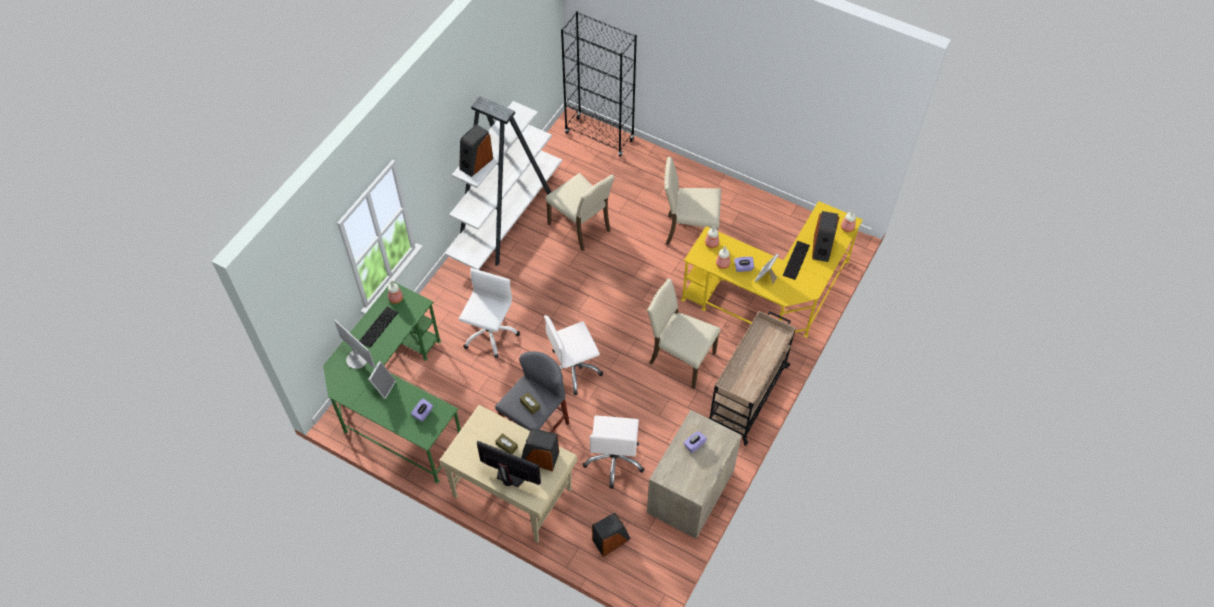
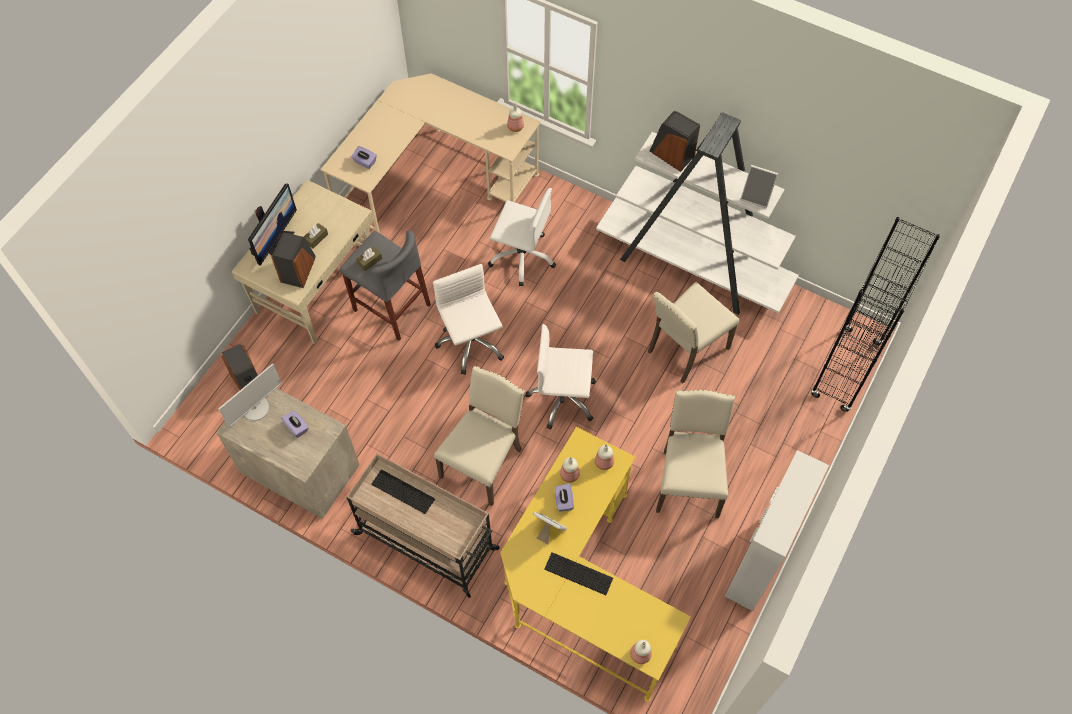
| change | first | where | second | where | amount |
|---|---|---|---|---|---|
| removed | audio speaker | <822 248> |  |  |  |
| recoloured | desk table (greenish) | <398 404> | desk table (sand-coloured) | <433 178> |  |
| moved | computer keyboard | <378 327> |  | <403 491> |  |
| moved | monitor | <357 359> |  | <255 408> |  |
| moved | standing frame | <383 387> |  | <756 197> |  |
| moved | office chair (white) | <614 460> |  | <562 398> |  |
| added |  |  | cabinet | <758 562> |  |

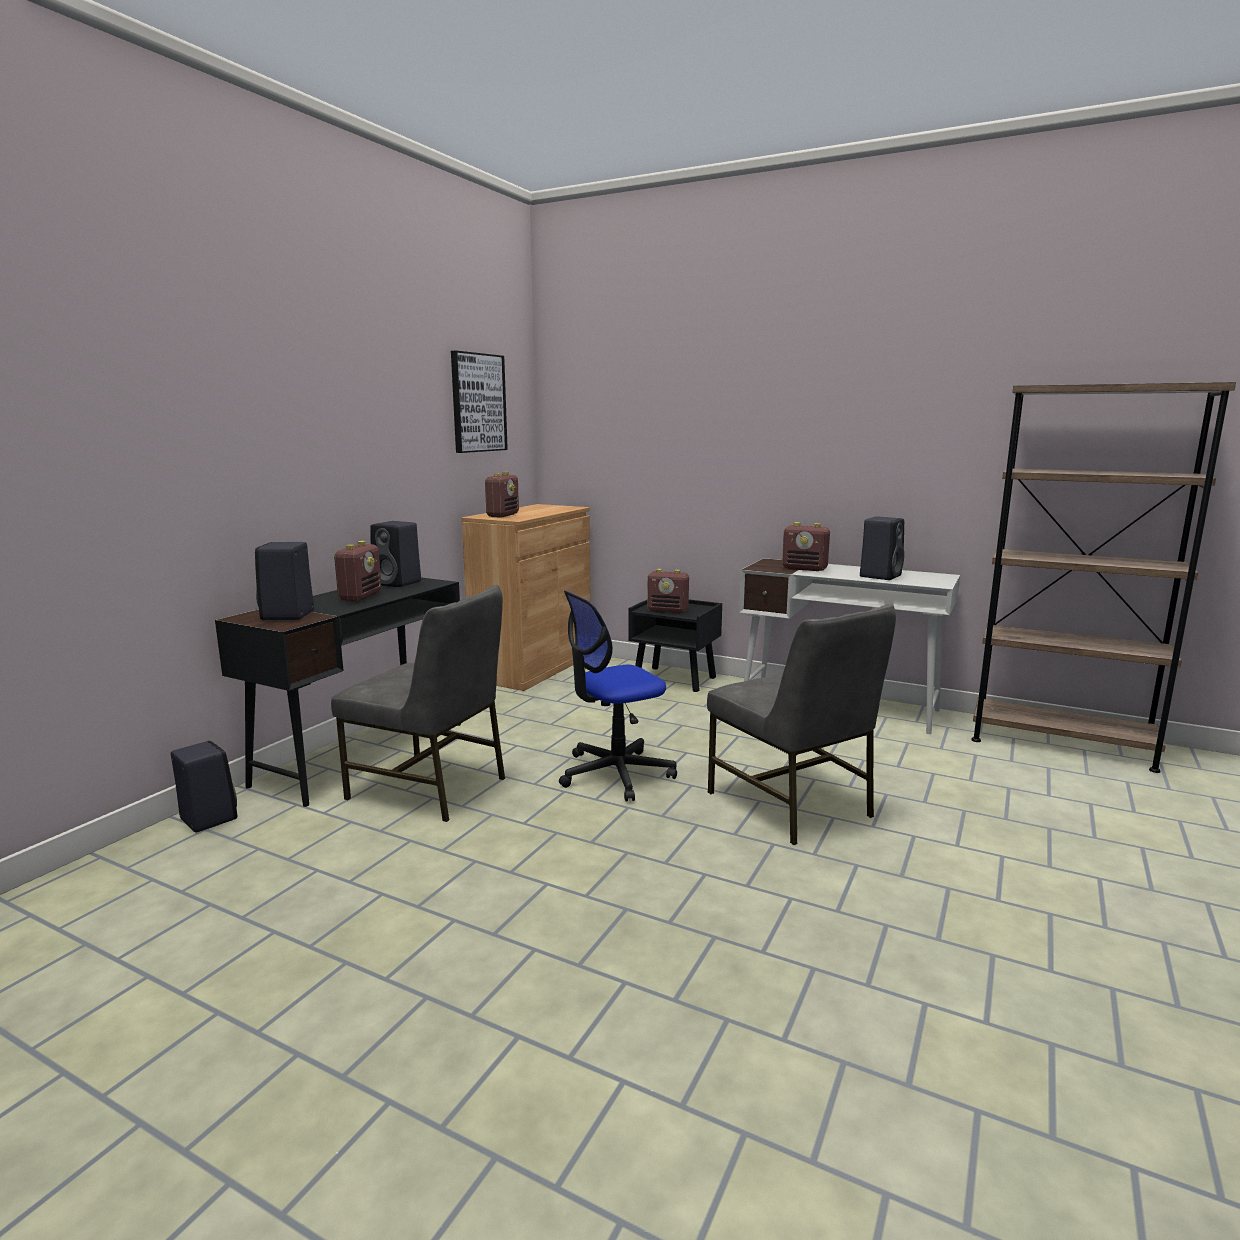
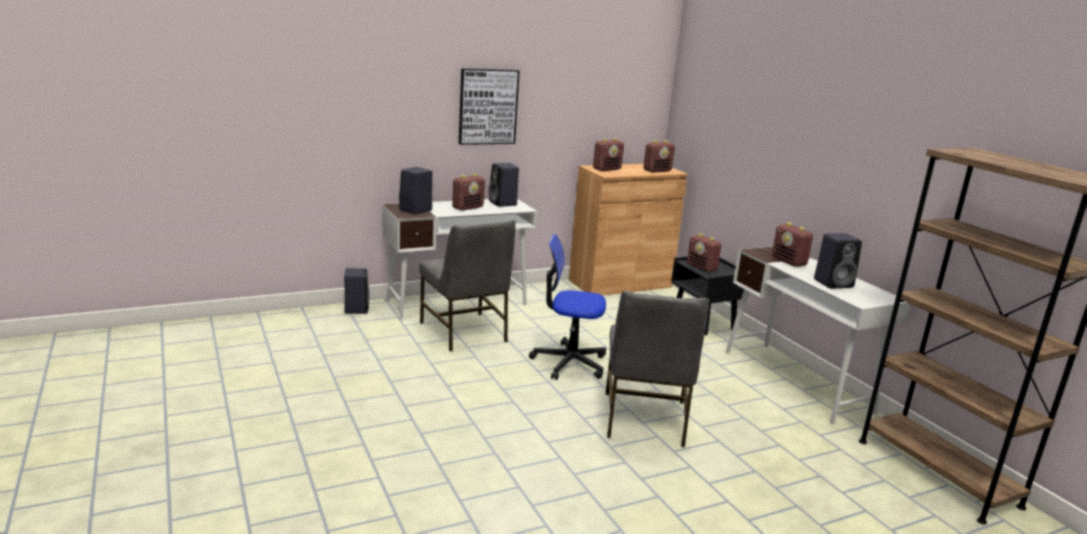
| change | first | where | second | where | amount |
|---|---|---|---|---|---|
| moved | picture | <478 403> |  | <488 106> |  |
| recoloured | desk table (black-coloured) | <363 752> | desk table (white) | <458 302> |  |
| added |  |  | radio receiver | <657 171> |  |

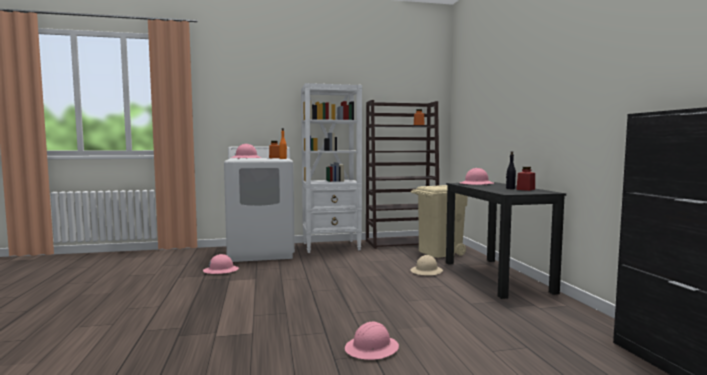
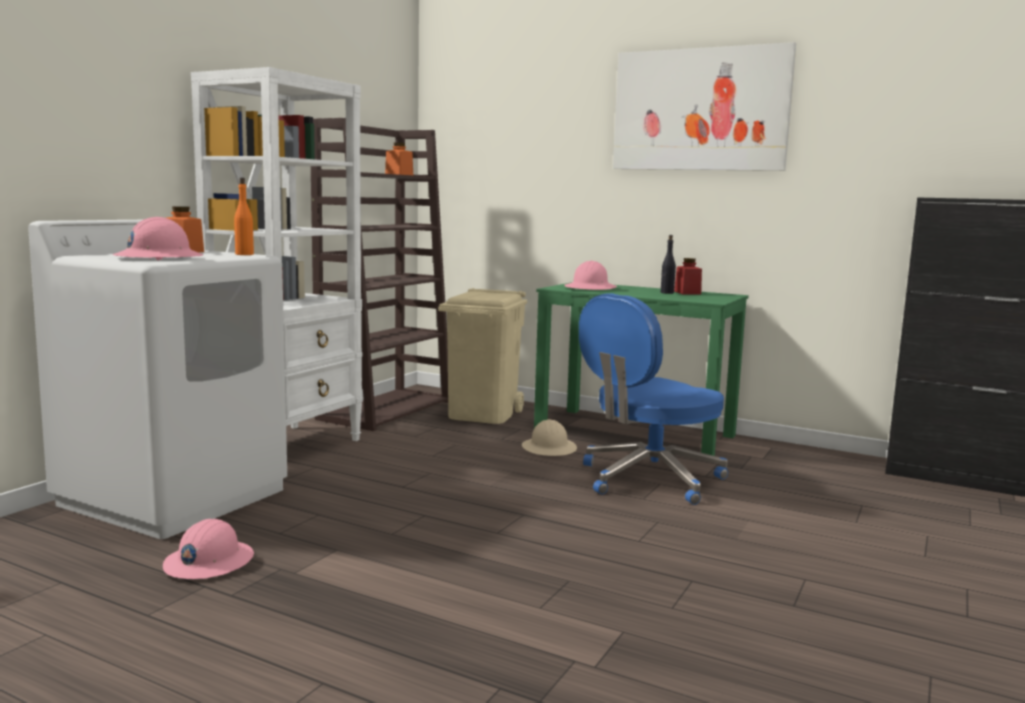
| change | first | where | second | where | amount |
|---|---|---|---|---|---|
| recoloured | desk table (black-coloured) | <496 276> | desk table (greenish) | <635 432> |  |
| removed | hard hat (pinkish) | <372 349> |  |  |  |
| added |  |  | picture | <700 110> |  |
| added |  |  | office chair (blue) | <648 479> |  |

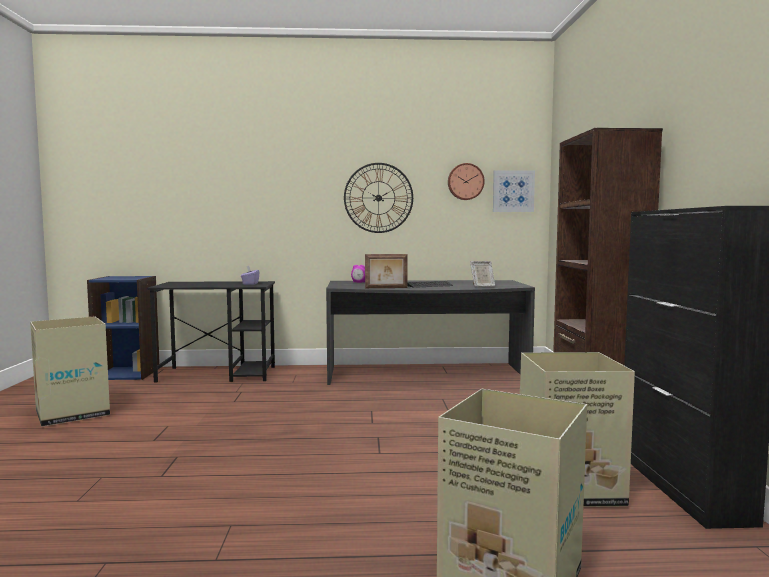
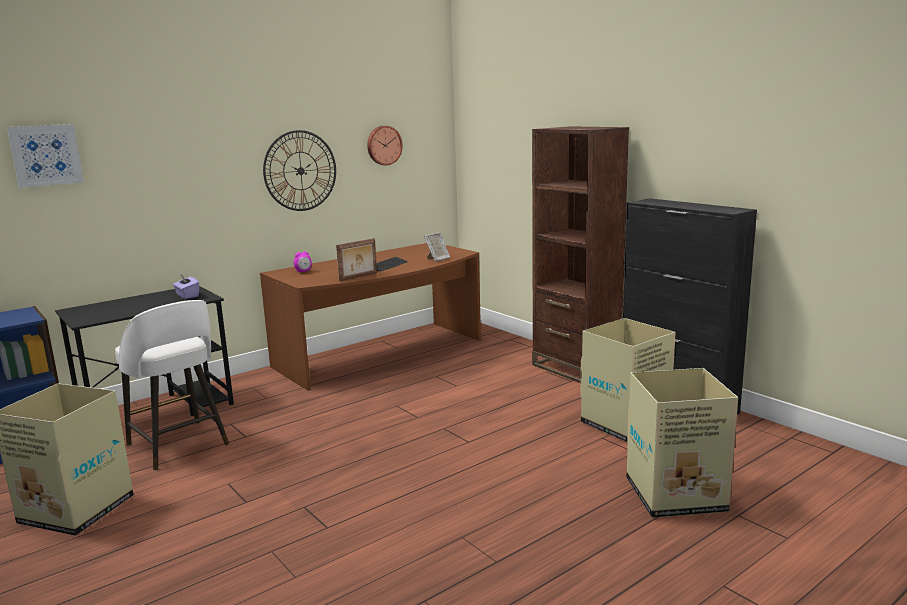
| change | first | where | second | where | amount |
|---|---|---|---|---|---|
| moved | picture | <513 191> |  | <46 155> |  |
| recoloured | desk table (greyish) | <426 375> | desk table (brownish) | <383 354> |  |
| added |  |  | sitting stool (white) | <179 446> |  |

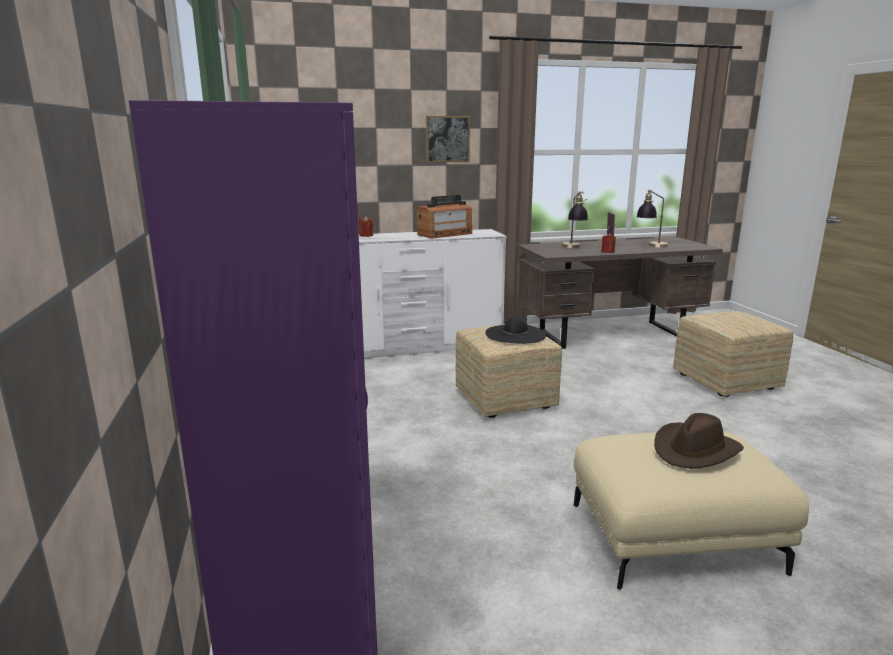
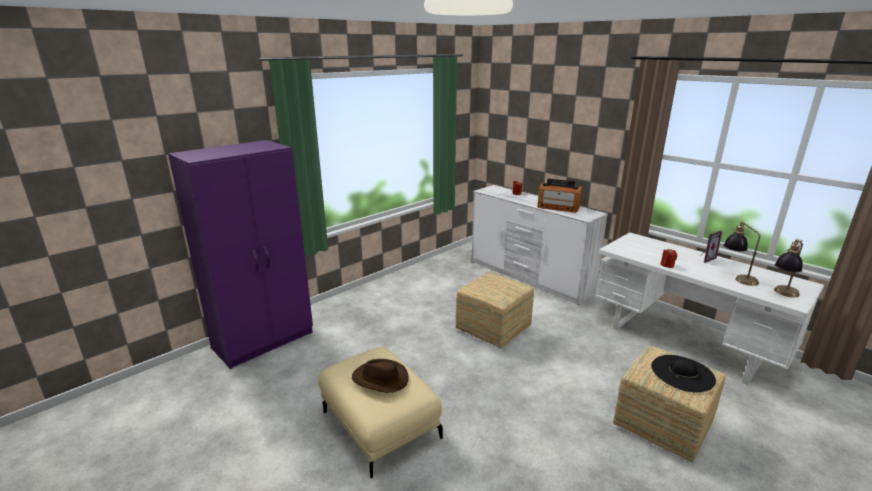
| change | first | where | second | where | amount |
|---|---|---|---|---|---|
| removed | picture | <447 139> |  |  |  |
| moved | lamp for a table | <573 248> |  | <782 295> |  |
| recoloured | desk table (brownish) | <610 334> | desk table (white) | <685 343> |  |
| moved | hat (black-coloured) | <515 334> |  | <682 373> |  |

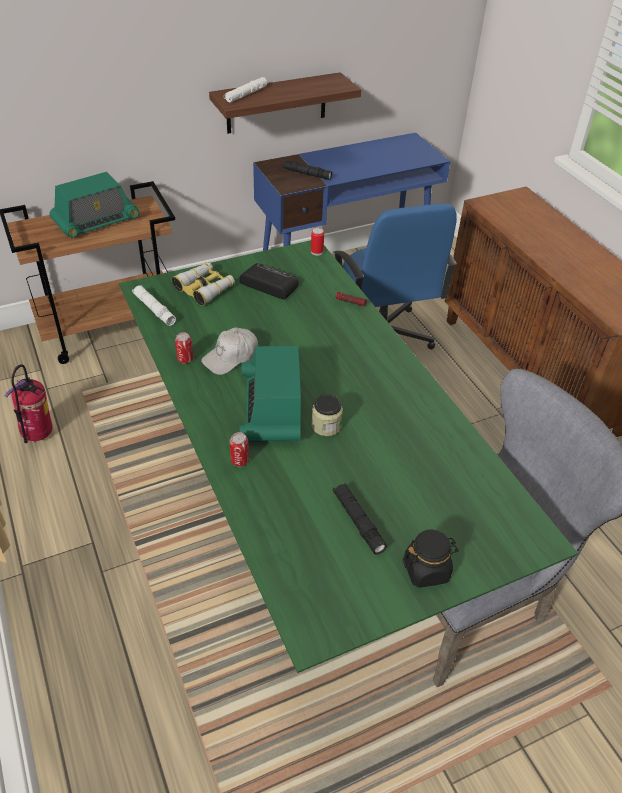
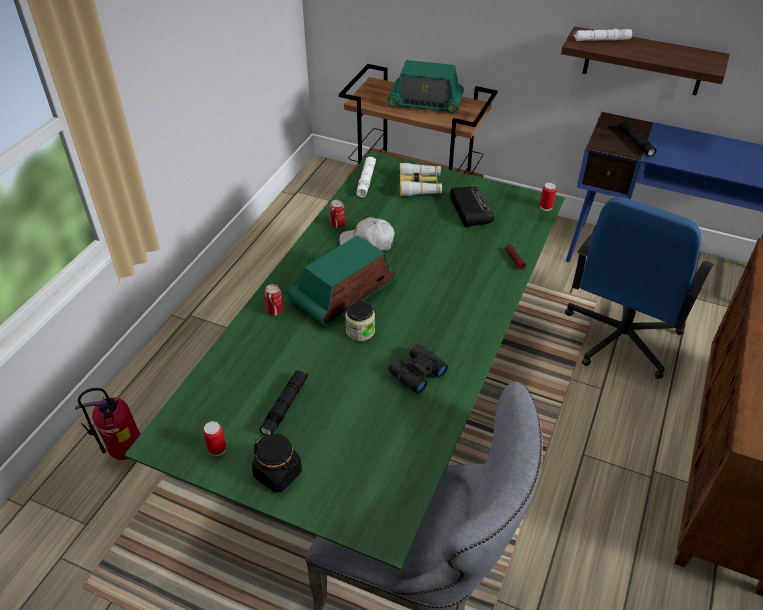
| change | first | where | second | where | amount |
|---|---|---|---|---|---|
| moved | fire extinguisher | <38 436> |  | <125 452> |  |
| added |  |  | binoculars (black-coloured) | <416 373> |  |
| added |  |  | metal can | <217 449> |  |

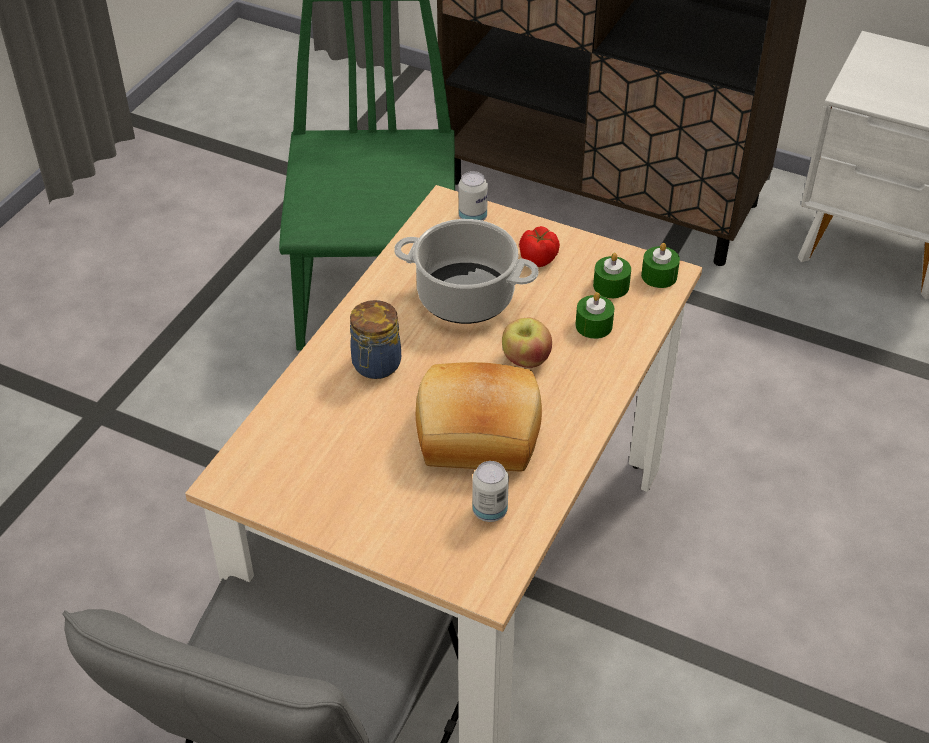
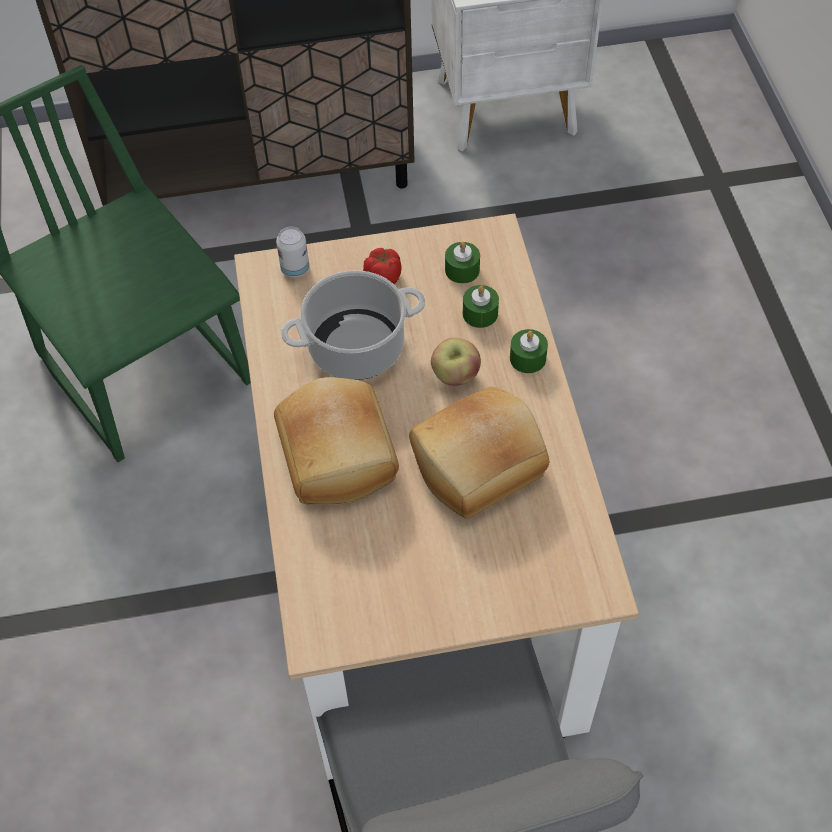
| change | first | where | second | where | amount |
|---|---|---|---|---|---|
| moved | wax candle (greenish) | <659 276> |  | <527 358> |  |
| replaced | preserve jar | <375 365> | bakery bread | <340 455> |  |
| removed | metal can | <489 511> |  |  |  |

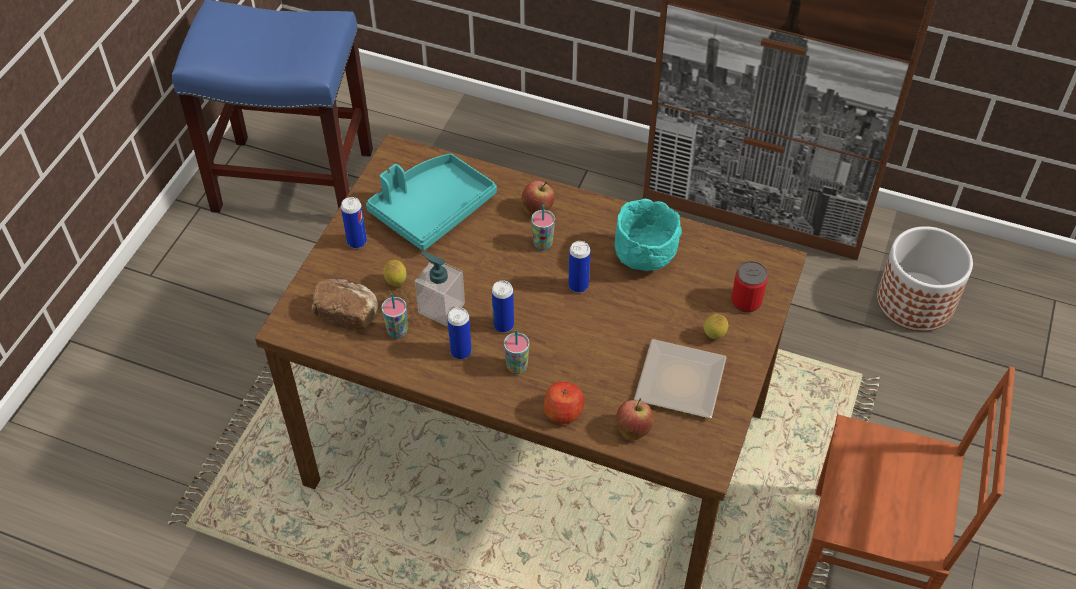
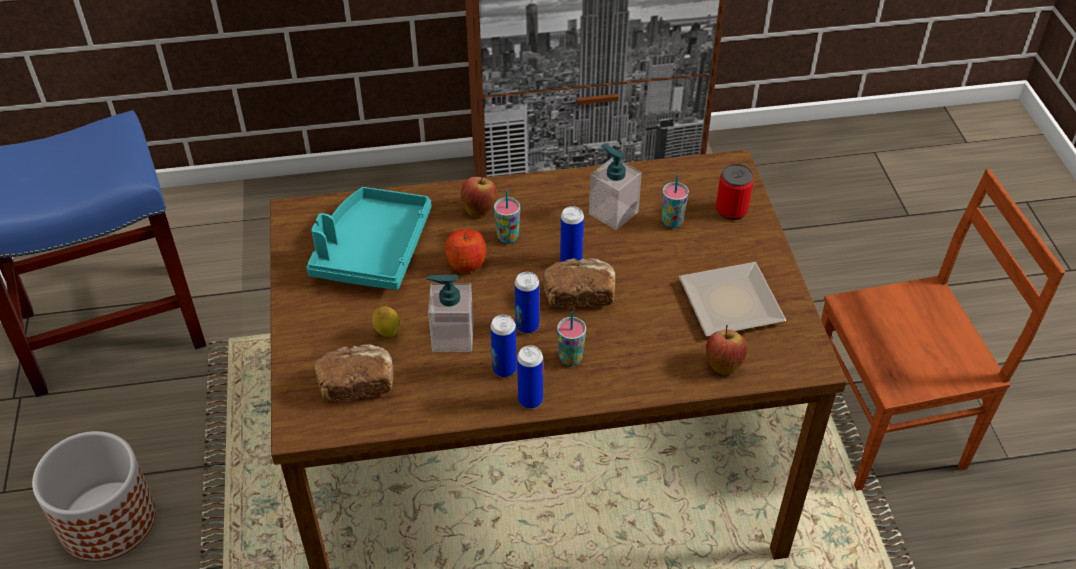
| change | first | where | second | where | amount |
|---|---|---|---|---|---|
| moved | metal can | <357 242> |  | <530 400> |  |
| replaced | bowl (turquoise-coloured) | <643 260> | soap dispenser | <613 213> |  |
| moved | plant pot | <915 301> |  | <108 520> |  |
| moved | small cup | <397 331> |  | <672 222> |  |
| removed | citrus fruit | <714 336> |  |  |  |
| moved | apple | <563 412> |  | <466 263> |  |
| added |  |  | bakery bread | <579 295> |  |

